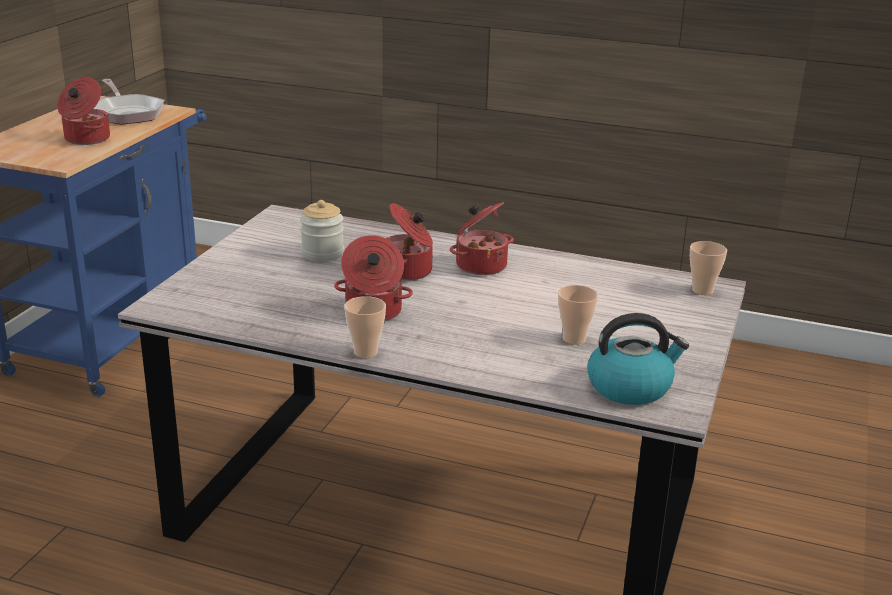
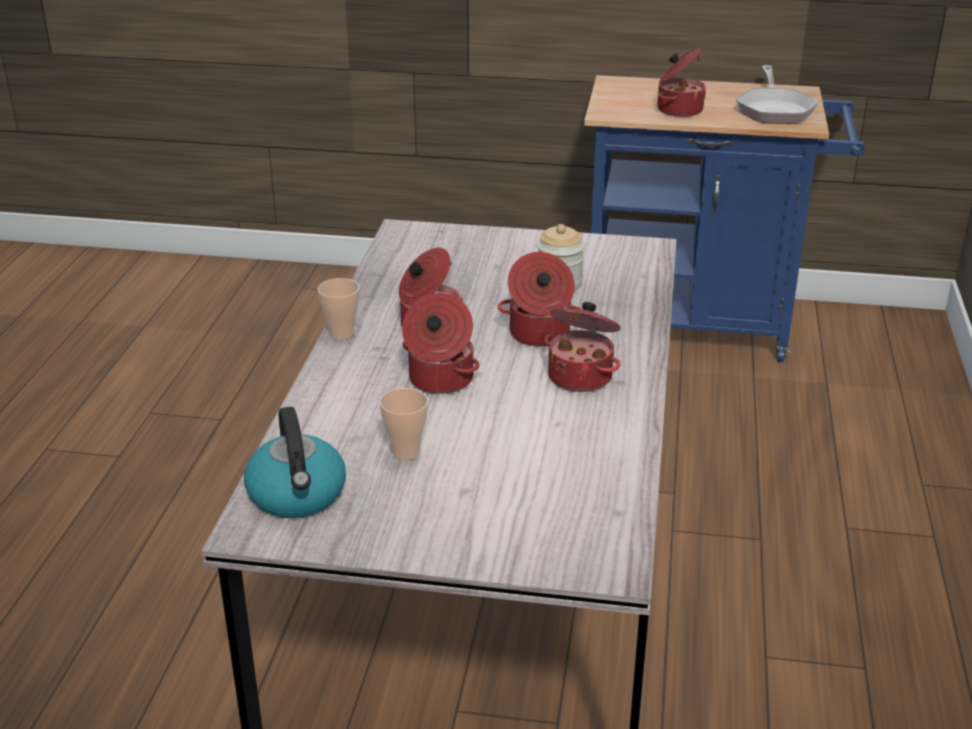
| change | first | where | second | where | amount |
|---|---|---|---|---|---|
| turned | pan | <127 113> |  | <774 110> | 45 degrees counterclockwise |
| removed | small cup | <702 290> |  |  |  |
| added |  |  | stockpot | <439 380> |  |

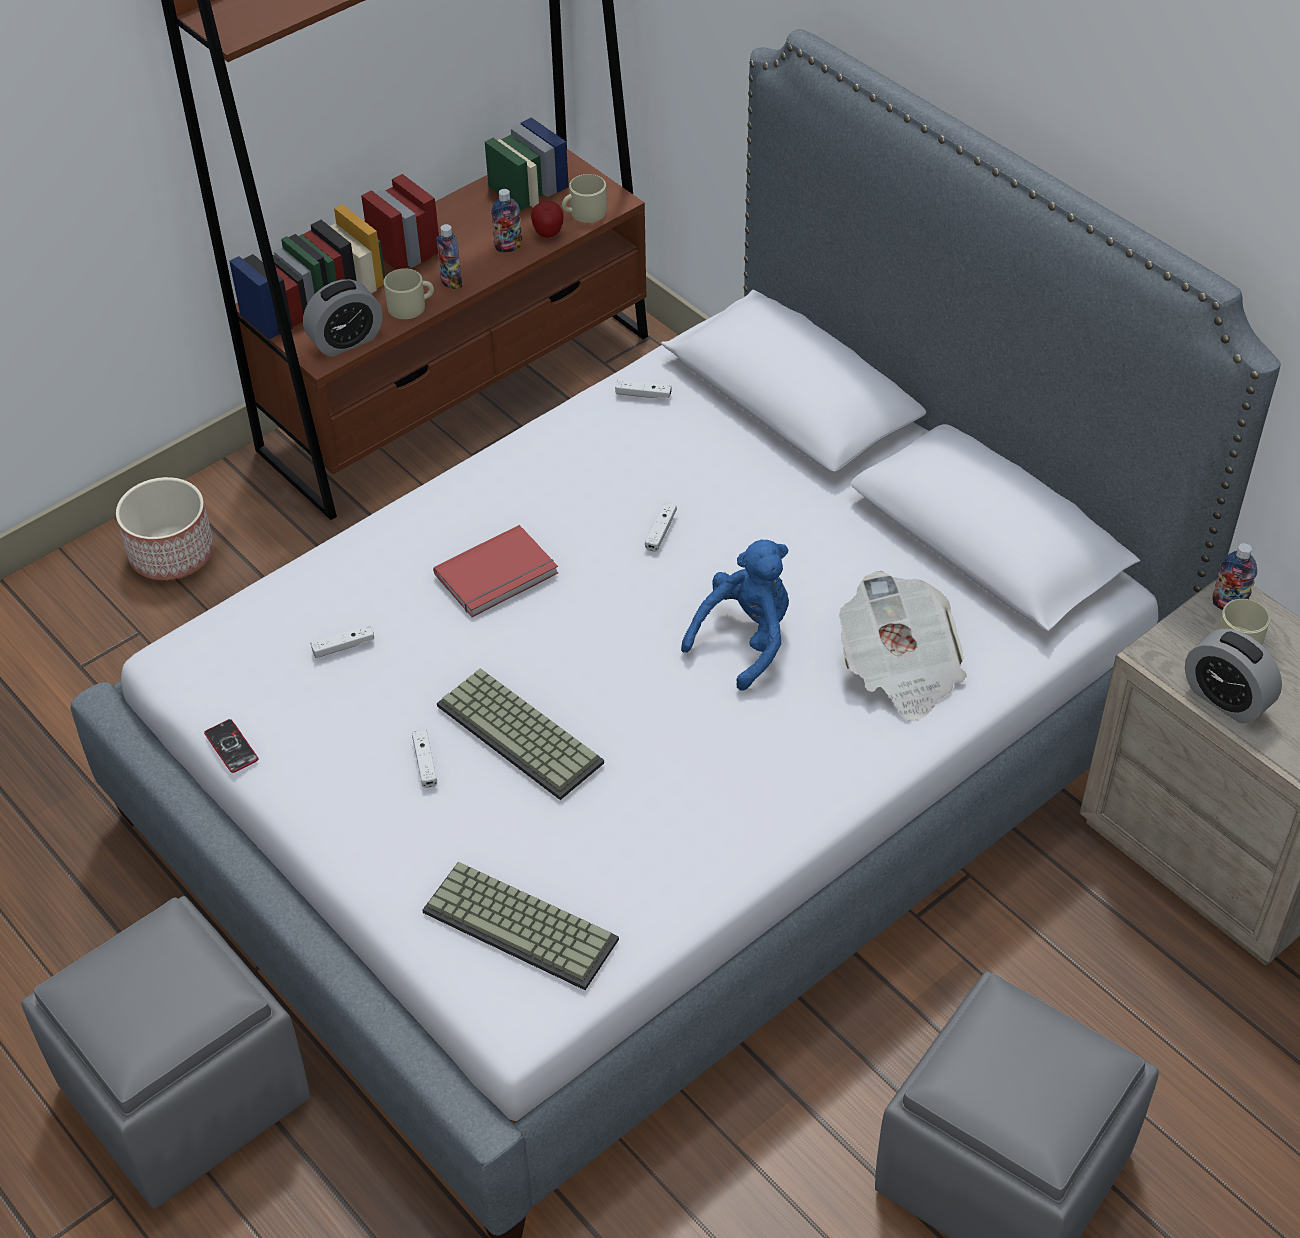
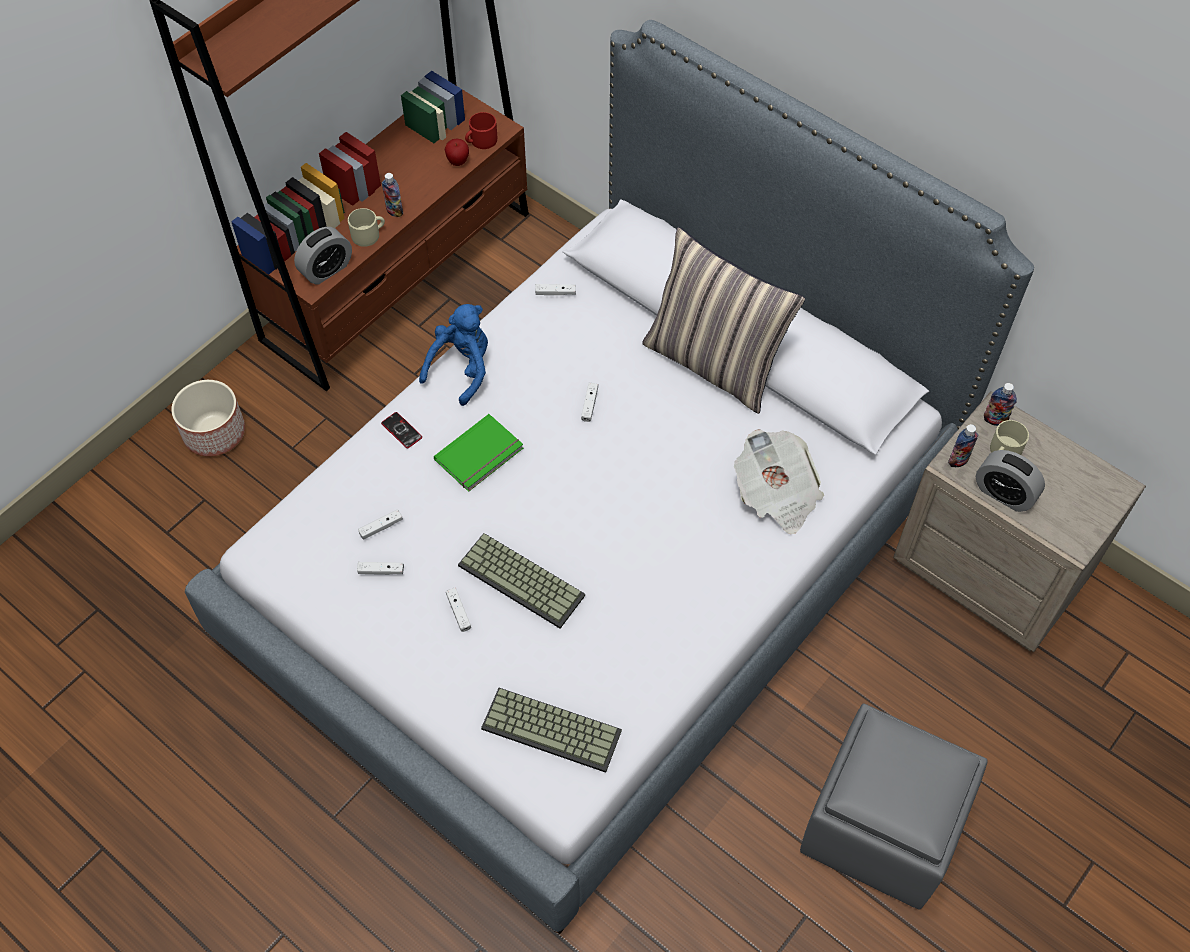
| change | first | where | second | where | amount |
|---|---|---|---|---|---|
| recoloured | mug (sand-coloured) | <584 213> | mug (red-coloured) | <481 141> |  |
| moved | bottle | <508 247> |  | <958 461> |  |
| recoloured | bound book (red-coloured) | <498 576> | bound book (greenish) | <481 455> |  |
| moved | plush toy (blue) | <745 639> |  | <462 368> |  |
| moved | phone | <231 747> |  | <401 430> |  |
| removed | pouffe (greyish) | <187 1093> |  |  |  |
| added |  |  | cushion | <714 363> |  |
| added |  |  | joypad (white) | <381 571> |  |

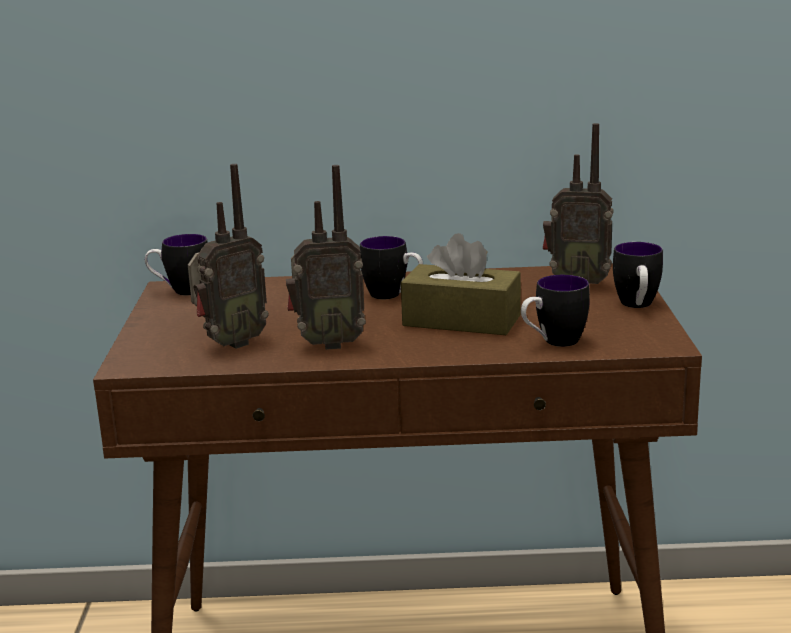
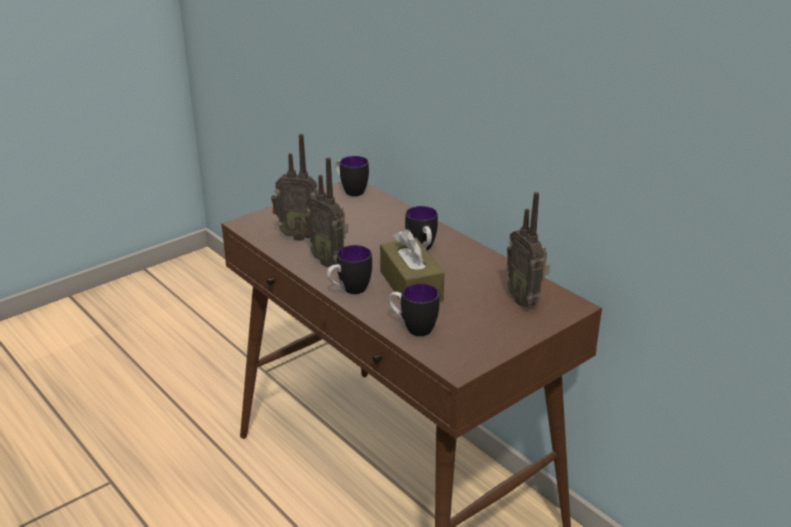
| change | first | where | second | where | amount |
|---|---|---|---|---|---|
| moved | mug | <637 306> |  | <349 291> |  |

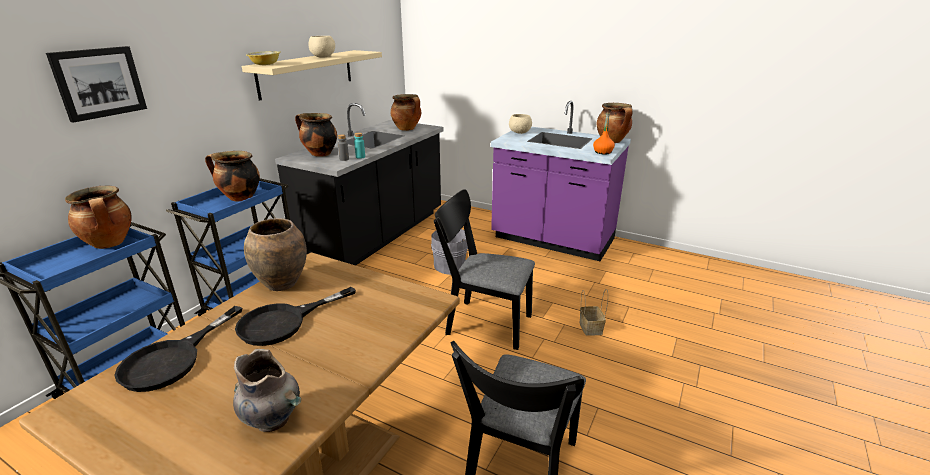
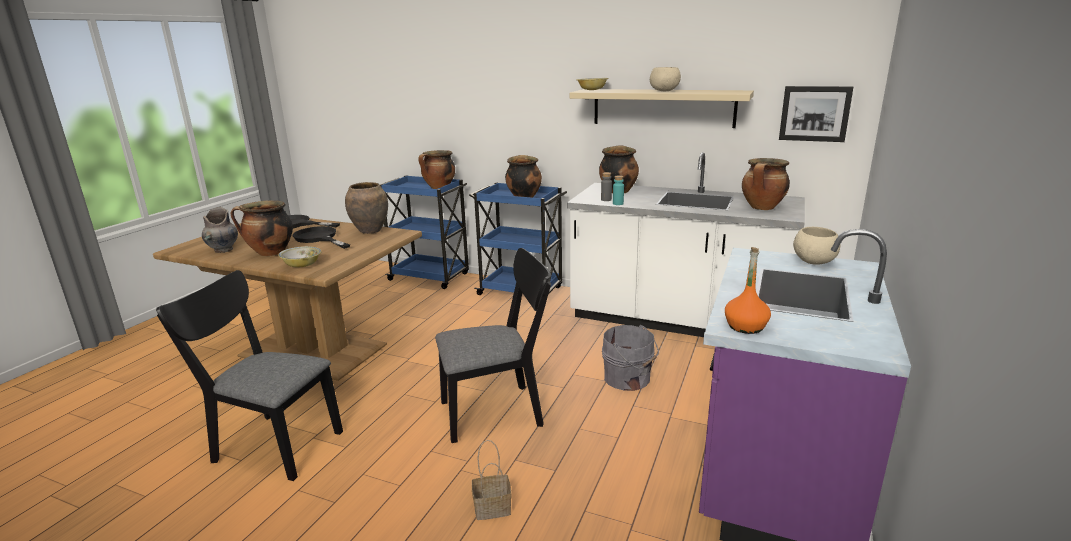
| change | first | where | second | where | amount |
|---|---|---|---|---|---|
| moved | picture | <99 83> |  | <814 113> |  |
| recoloured | kitchen counter (black-coloured) | <376 237> | kitchen counter (white) | <676 322> |  |
| moved | stockpot | <612 141> |  | <270 253> |  |
| turned | upright chair (black-coloured) | <482 322> |  | <499 411> | 60 degrees clockwise |
| added |  |  | bowl | <302 265> |  |

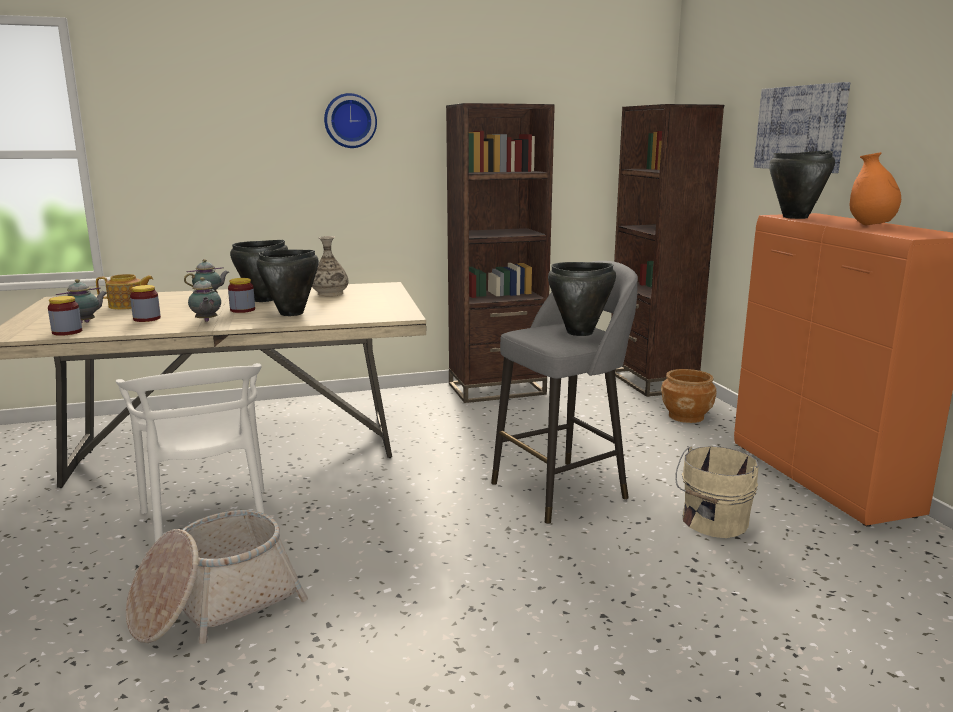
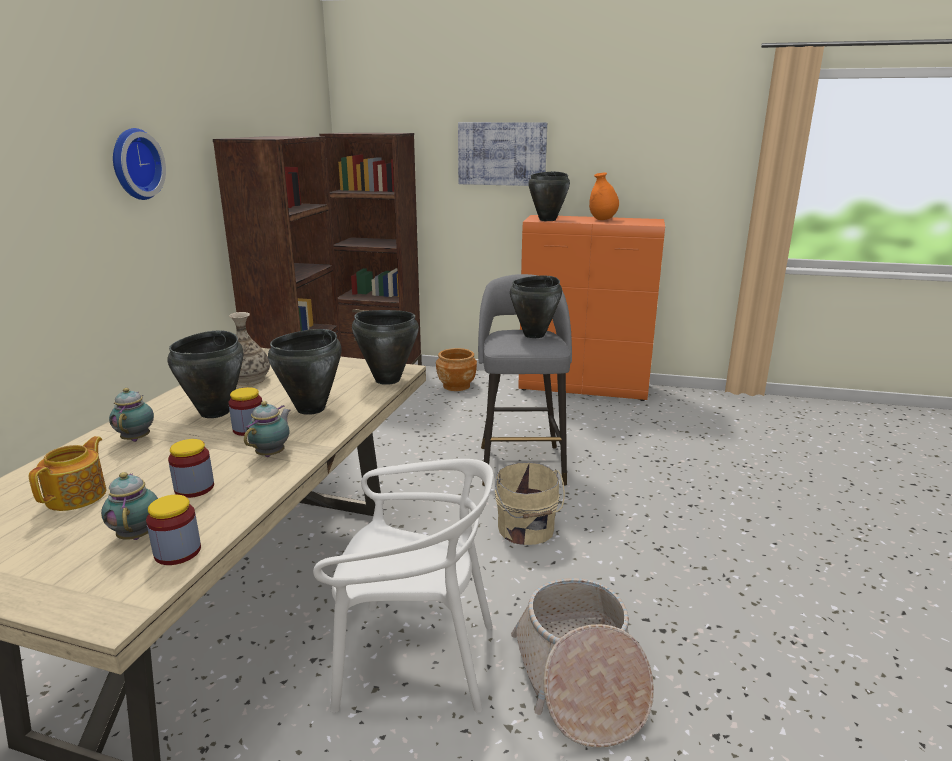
| change | first | where | second | where | amount |
|---|---|---|---|---|---|
| turned | pot for tea | <206 321> |  | <272 454> | 75 degrees counterclockwise |
| moved | bucket (sand-coloured) | <713 522> |  | <526 530> |  |
| added |  |  | stockpot (black-coloured) | <387 380> |  |

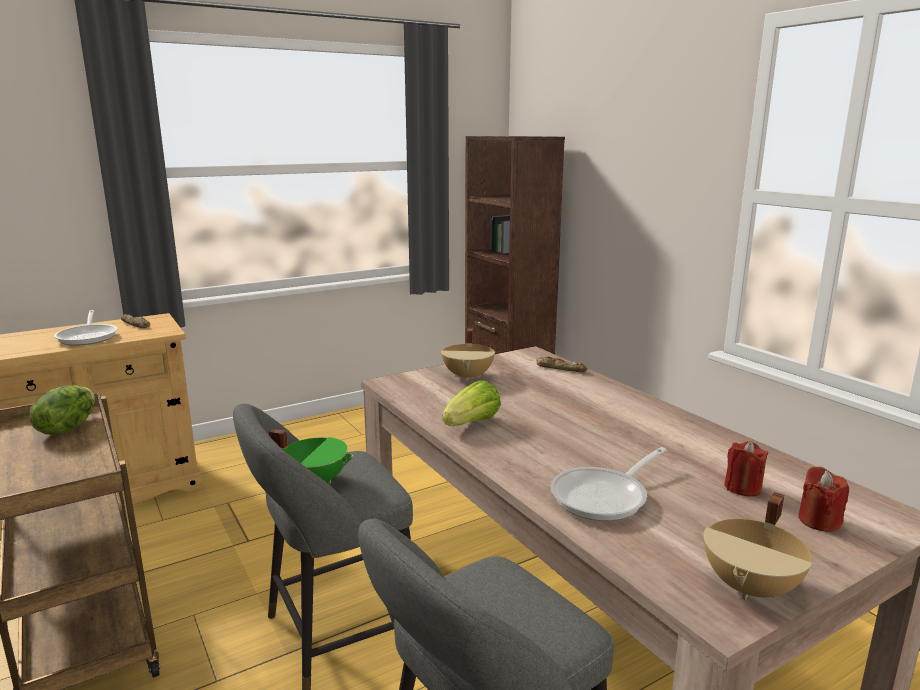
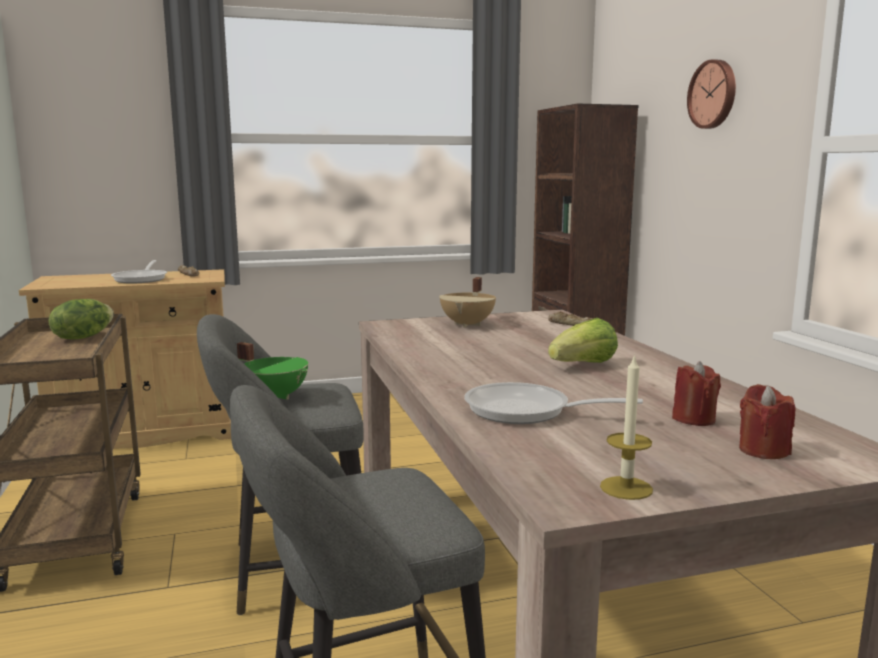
| change | first | where | second | where | amount |
|---|---|---|---|---|---|
| moved | lettuce | <472 424> |  | <583 365> |  |
| turned | pan | <605 497> |  | <526 411> | 45 degrees clockwise |
| replaced | stockpot (sand-coloured) | <752 588> | wax candle | <626 488> |  |
| added |  |  | wall clock | <713 94> |  |

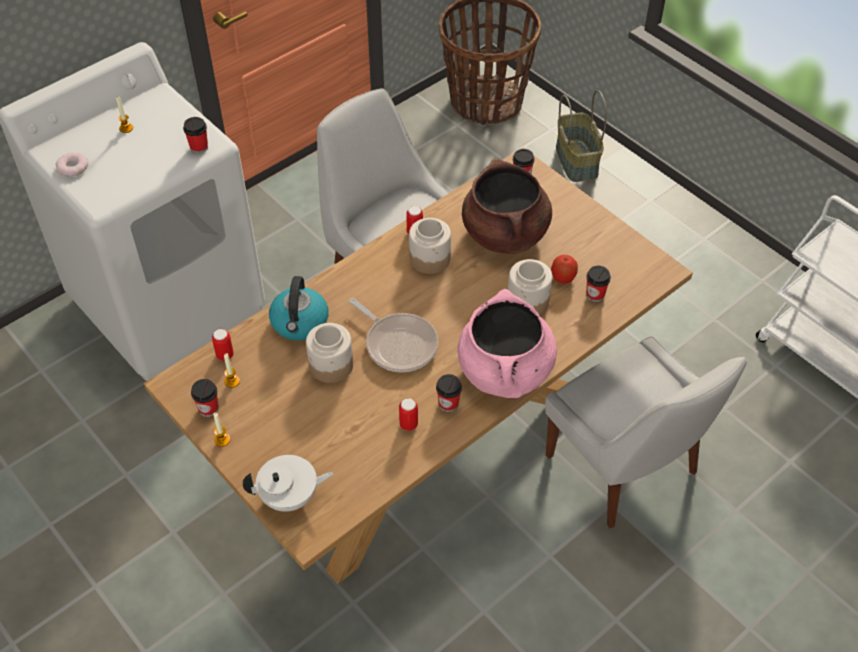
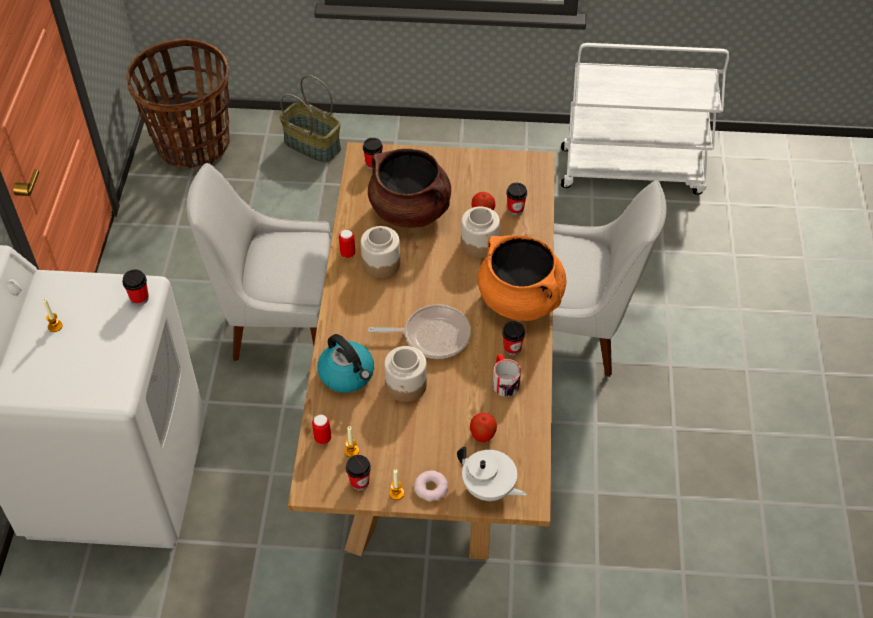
| change | first | where | second | where | amount |
|---|---|---|---|---|---|
| moved | donut | <73 167> |  | <431 488> |  |
| recoloured | stockpot (pinkish) | <505 371> | stockpot (orange-coloured) | <520 299> |  |
| replaced | metal can | <408 424> | mug | <504 381> |  |
| turned | pot for tea (white) | <290 497> |  | <489 489> | 90 degrees clockwise |
| added |  |  | apple | <482 435> |  |

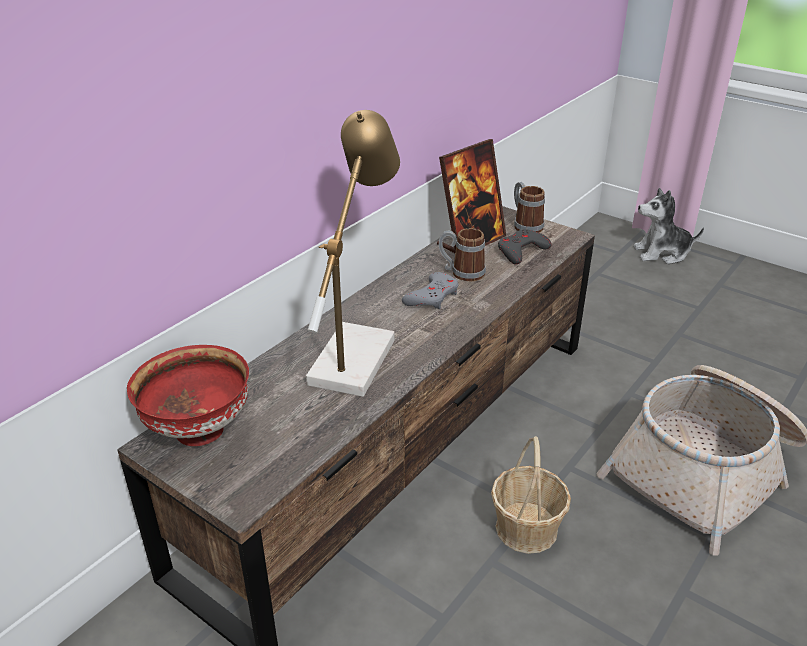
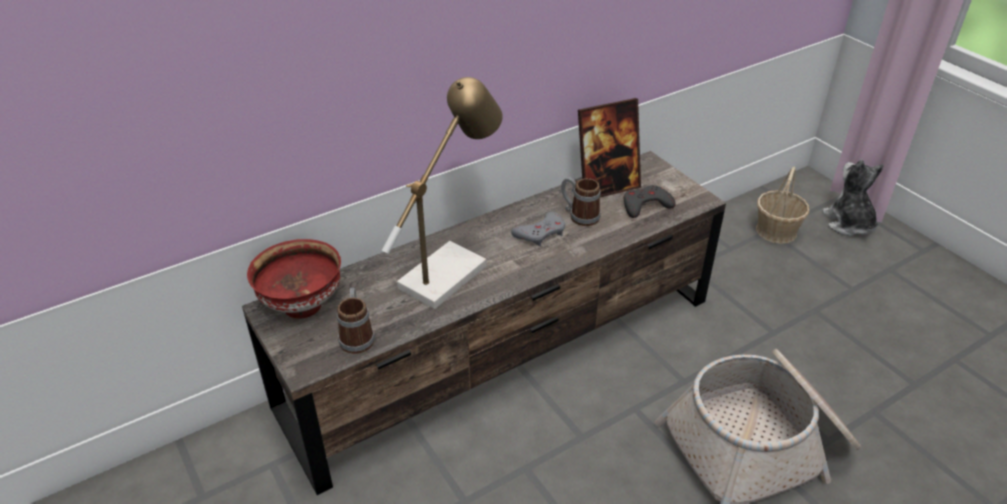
| change | first | where | second | where | amount |
|---|---|---|---|---|---|
| moved | mug | <525 225> |  | <357 336> |  |
| turned | plush toy | <662 253> |  | <848 224> | 60 degrees clockwise |
| moved | household basket | <526 528> |  | <776 231> |  |

